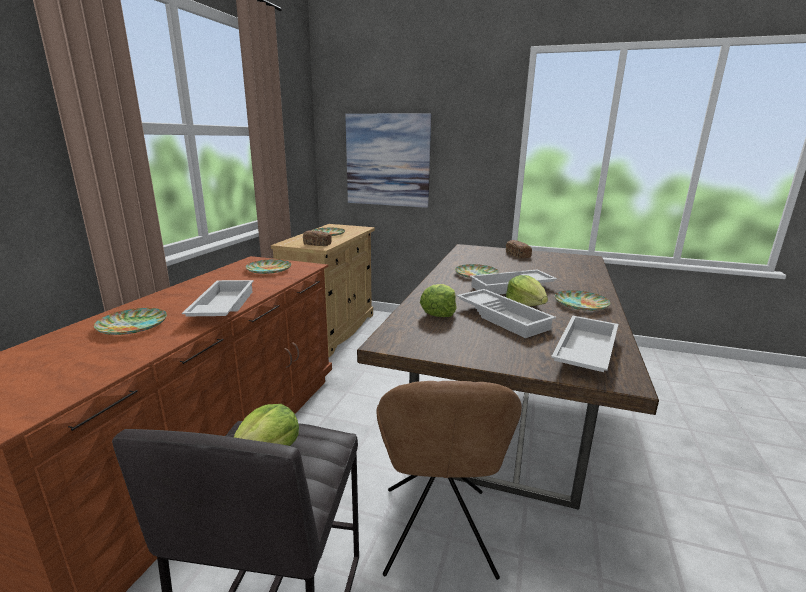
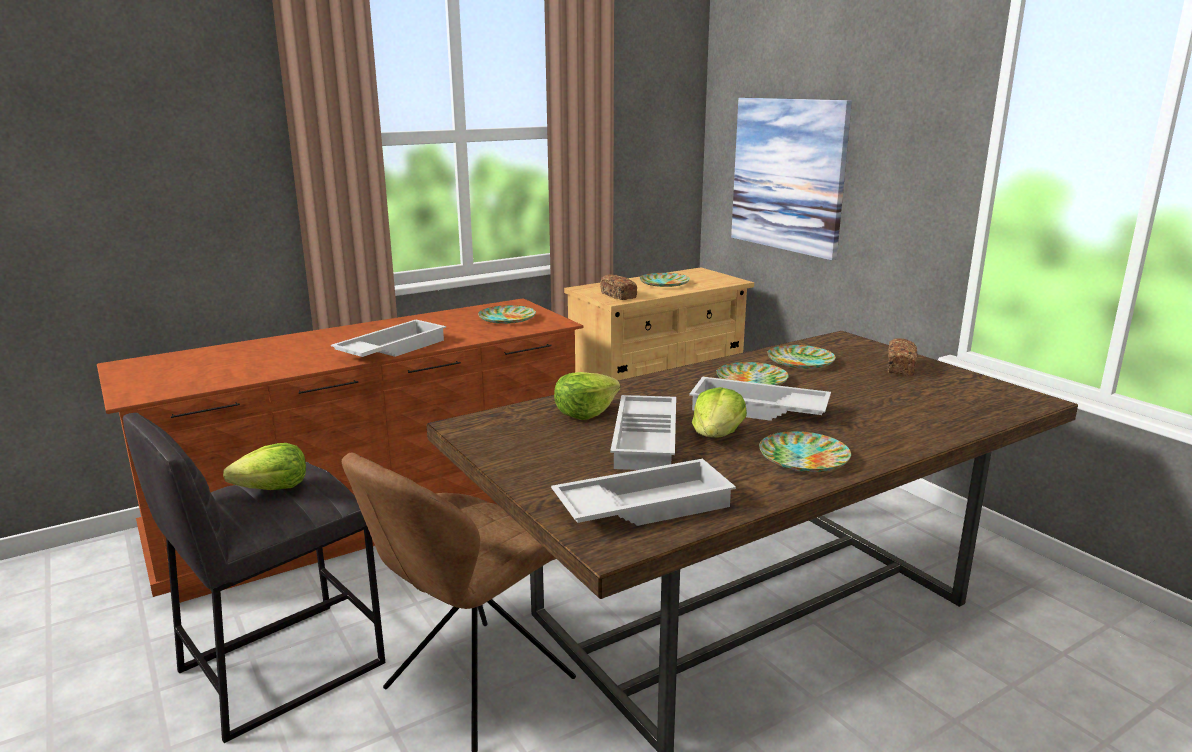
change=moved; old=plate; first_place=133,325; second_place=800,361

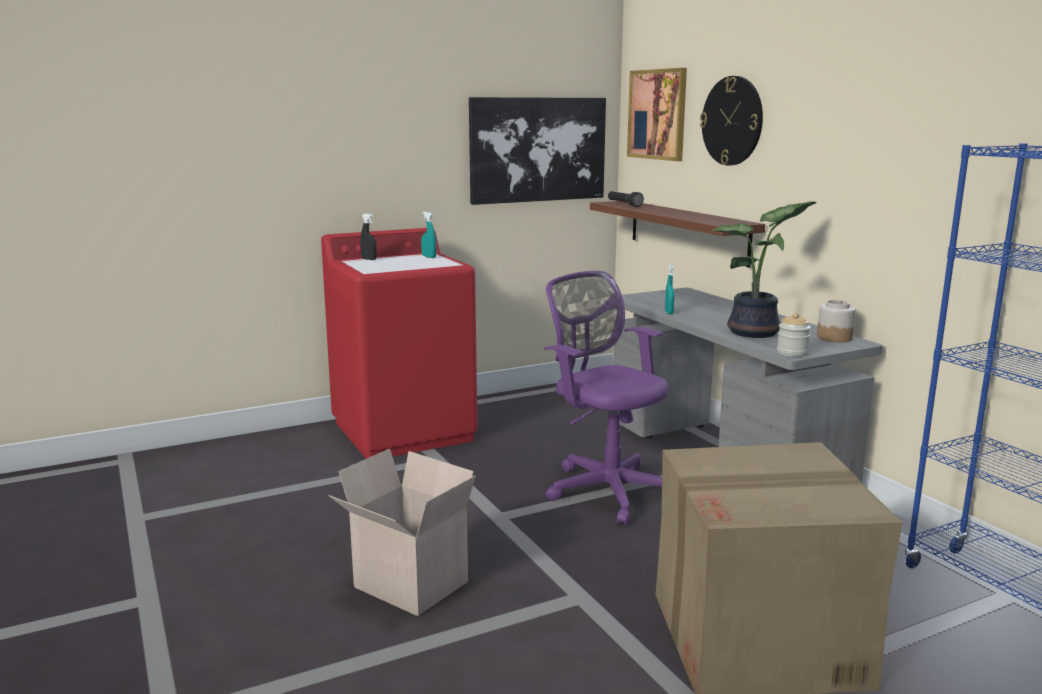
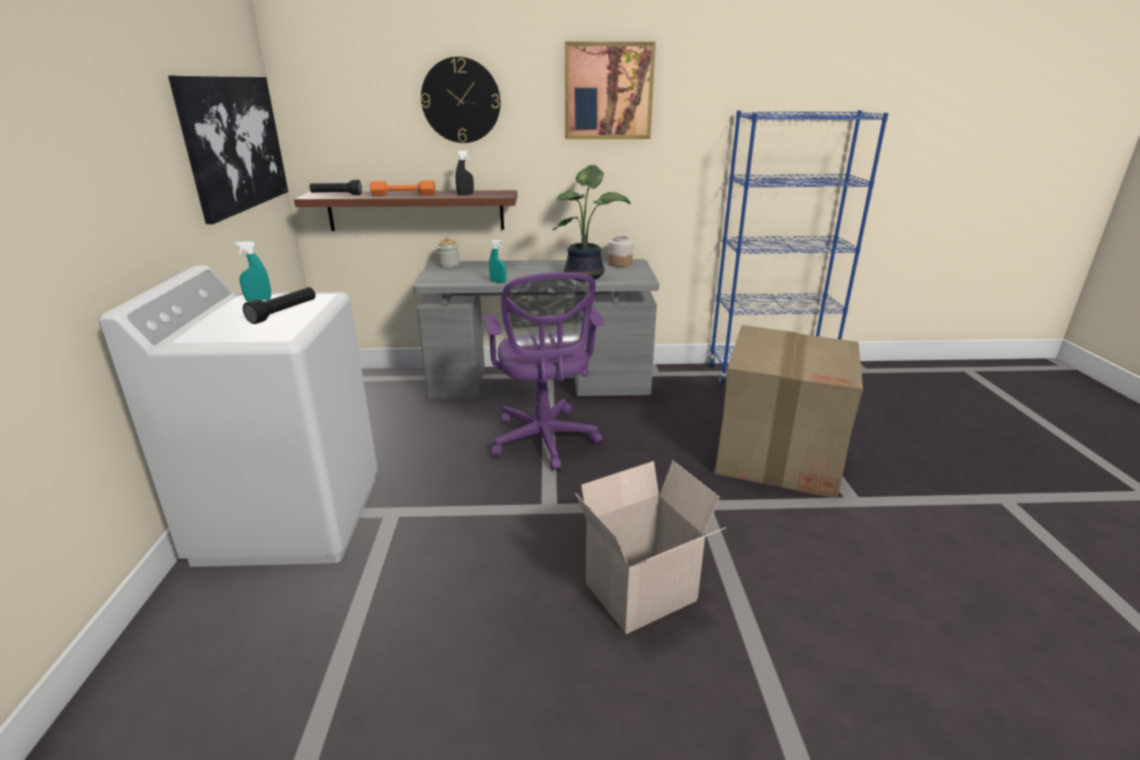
change=added; new=black flashlight; second_place=284,313
change=added; new=orange dumbbell; second_place=404,195
change=moved; old=black spray bottle; first_place=369,259; second_place=465,194
change=moved; old=picture; first_place=657,114; second_place=608,91
change=moved; old=jar; first_place=792,353; second_place=449,265
change=recoloured; old=red washing machine; new=white washing machine; first_place=404,431; second_place=291,517
change=turned; old=purple office chair; first_place=606,489; second_place=544,442; degrees=-90

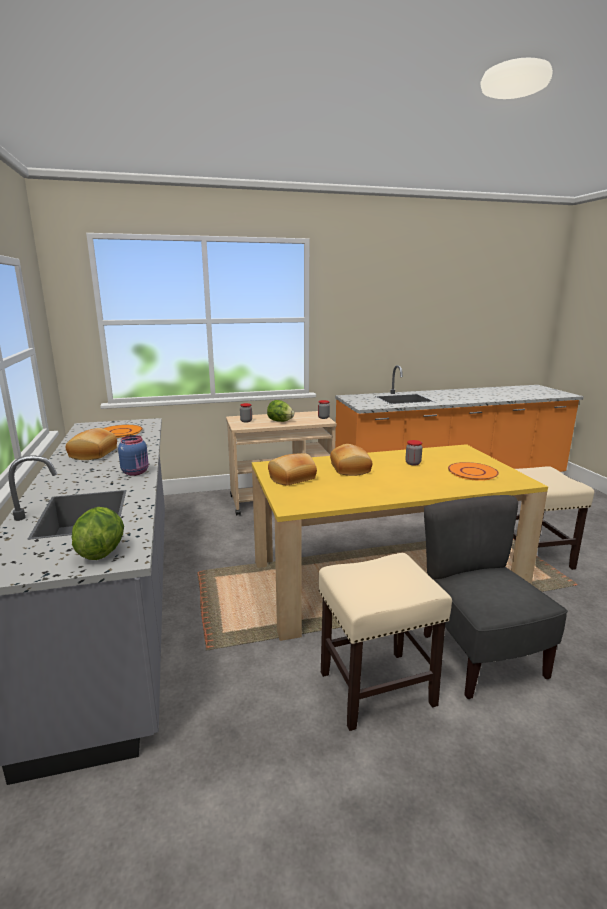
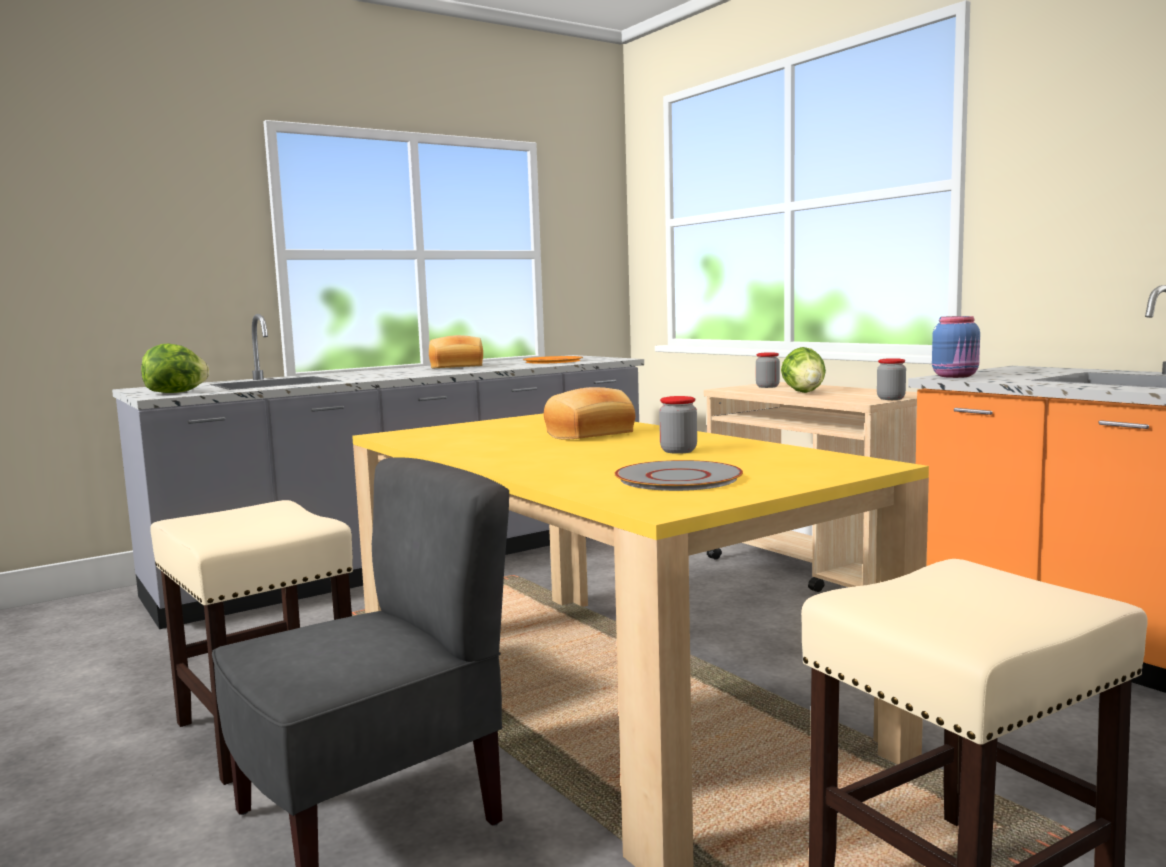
change=removed; old=bread; first_place=292,478
change=moved; old=blue jar; first_place=136,472; second_place=956,376
change=recoloured; old=orange plate; new=grey plate; first_place=472,472; second_place=679,478

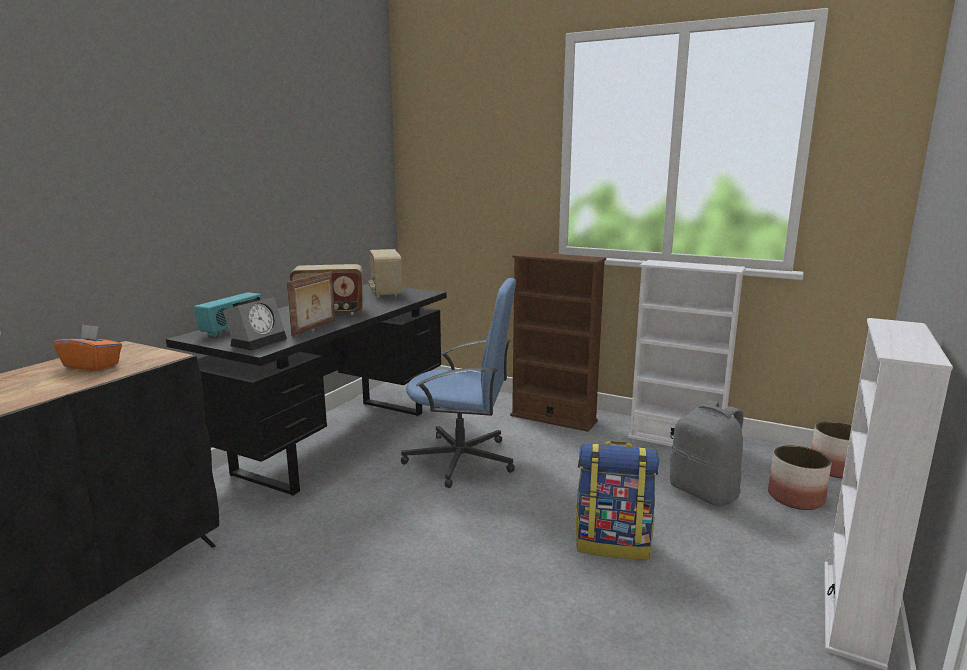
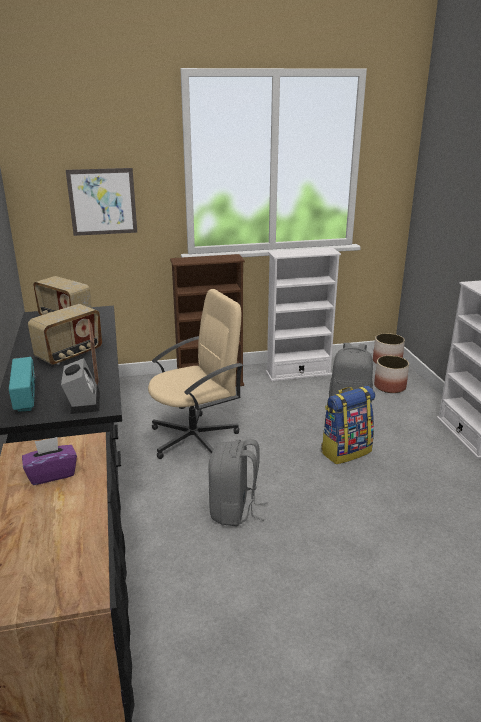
change=added; new=picture; second_place=102,202
change=added; new=grey backpack; second_place=234,511
change=recoloured; old=orange tissue box; new=purple tissue box; first_place=92,366; second_place=51,474
change=recoloured; old=blue office chair; new=beige office chair; first_place=462,460; second_place=195,438

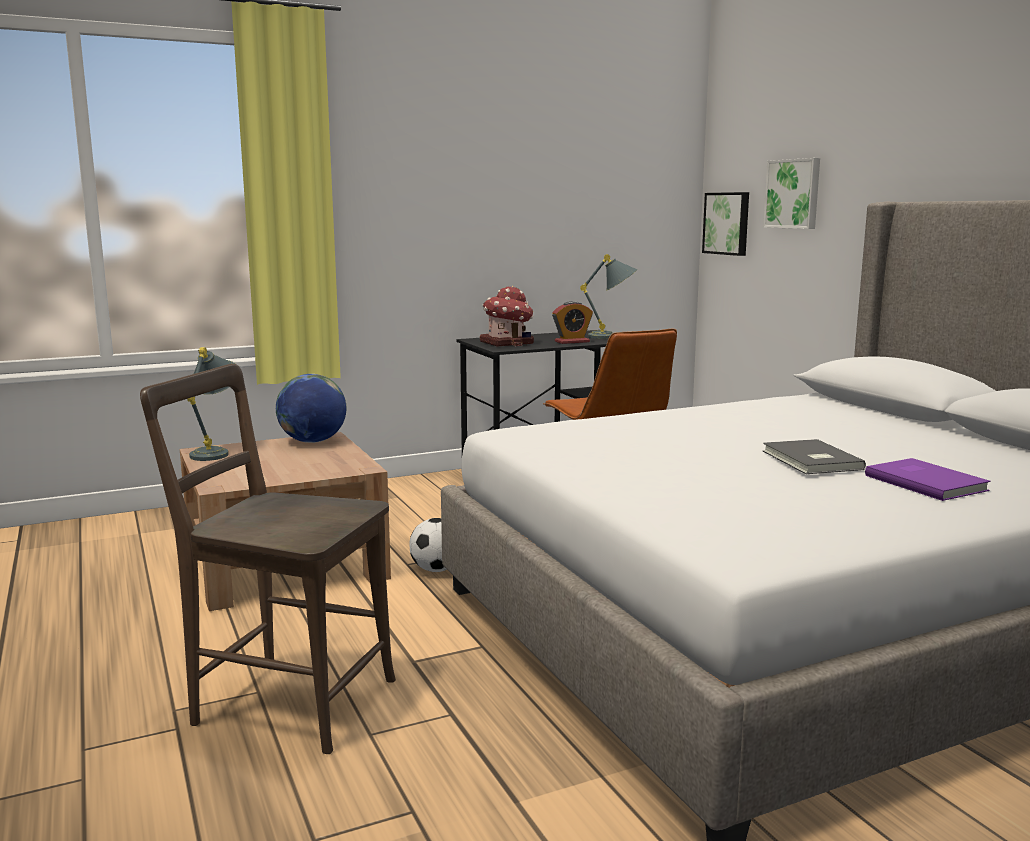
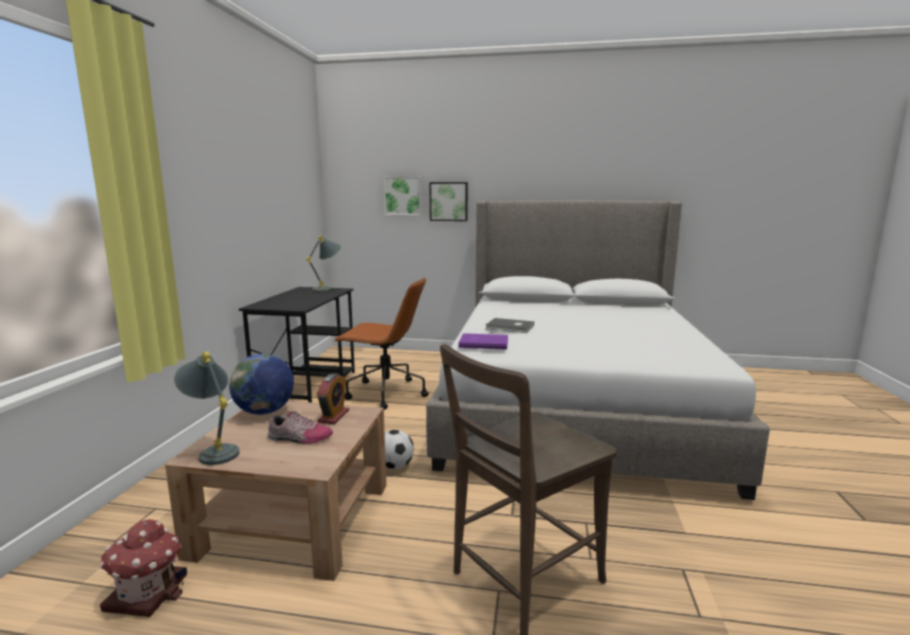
change=added; new=shoe; second_place=299,438
change=moved; old=toy house; first_place=507,343; second_place=148,592
change=moved; old=alarm clock; first_place=572,342; second_place=333,416
change=moved; old=picture; first_place=727,223; second_place=449,201
change=moved; old=grey book; first_place=810,460; second_place=510,327
change=moved; old=purple book; first_place=926,482; second_place=483,343

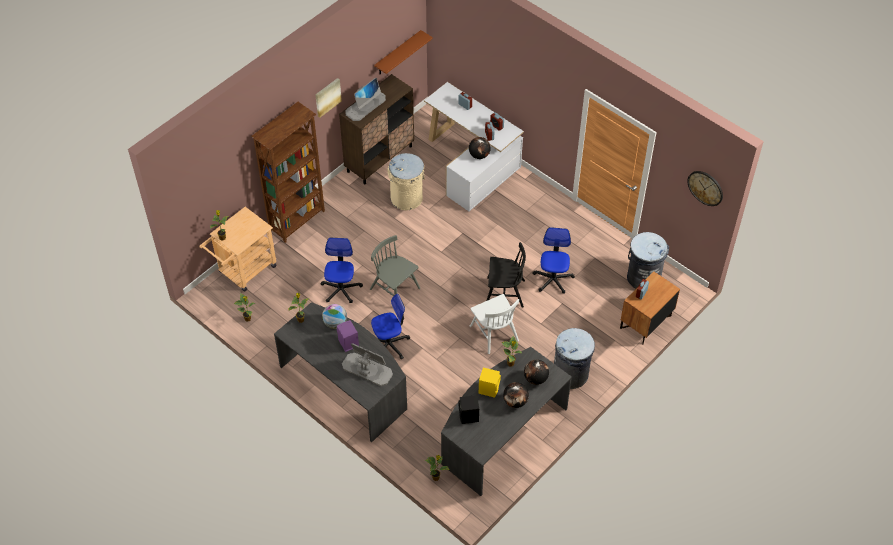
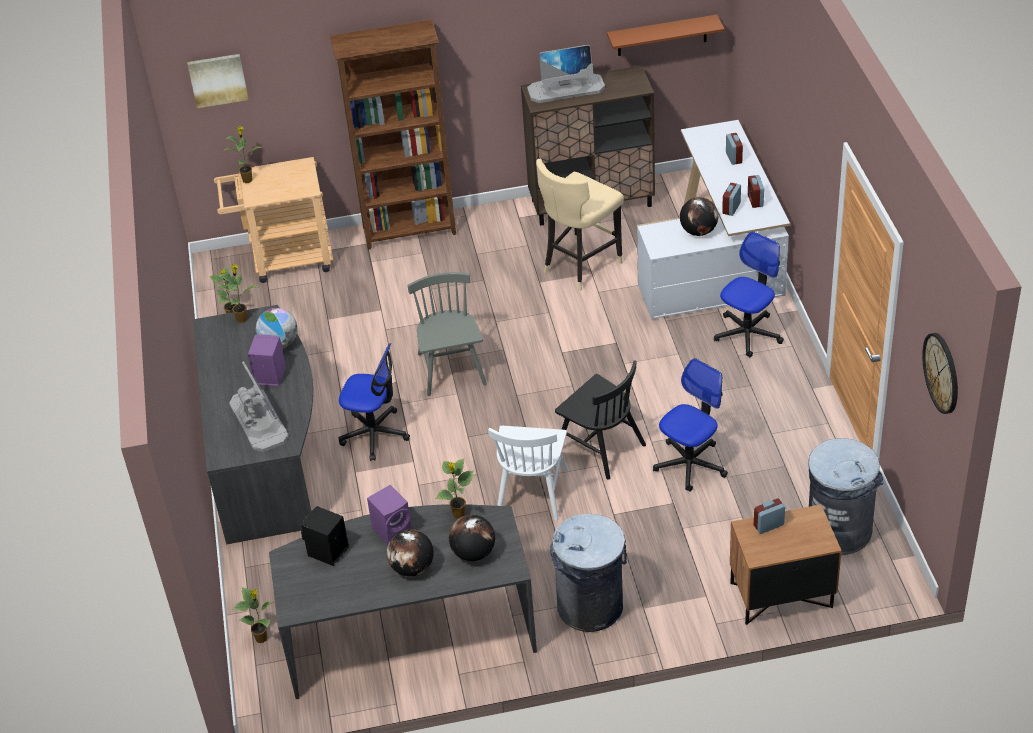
change=moved; old=picture; first_place=327,97; second_place=218,79
change=moved; old=office chair; first_place=341,289; second_place=748,334
change=replaced; old=beige trash can; new=beige stool; first_place=406,198; second_place=580,266
change=recoloured; old=yellow speaker; new=purple speaker; first_place=489,388; second_place=393,530

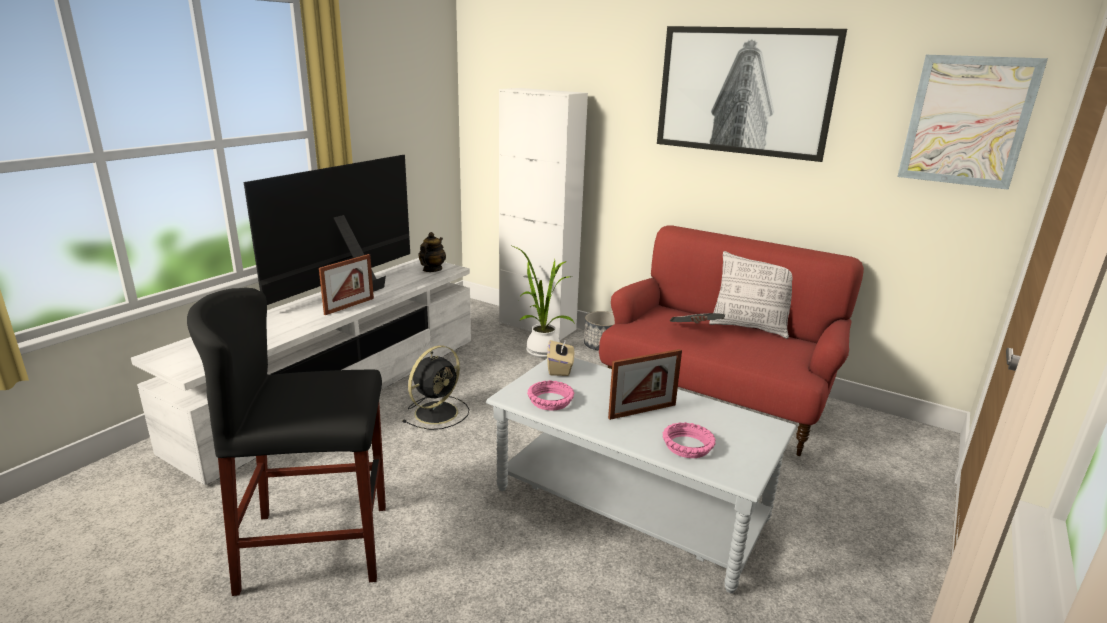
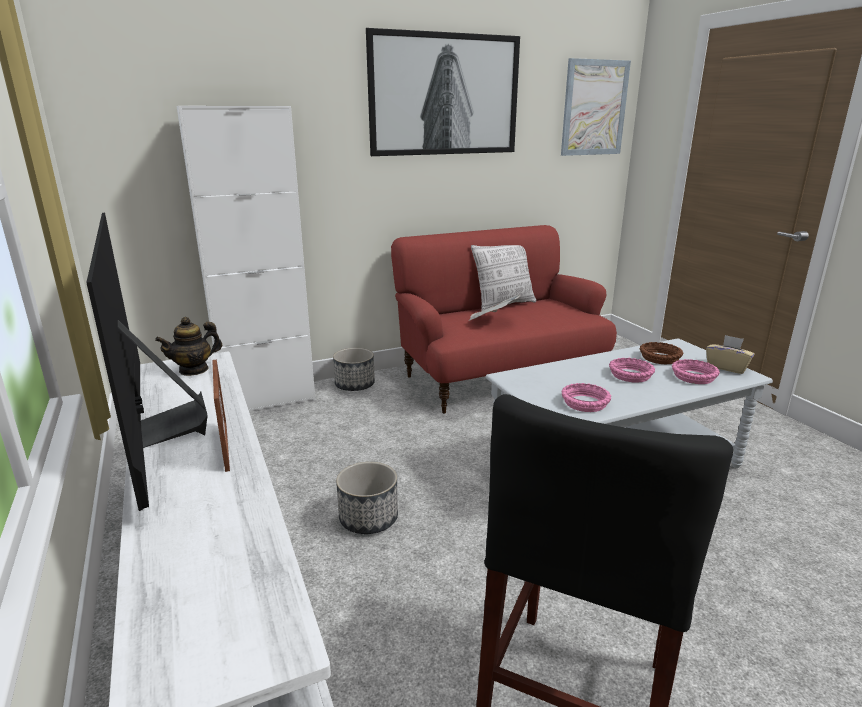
change=removed; old=potted plant; first_place=540,350
change=added; new=brown bowl; second_place=659,357
change=moved; old=beige tissue box; first_place=560,368; second_place=727,367
change=replaced; old=black fan; new=planter; first_place=438,412; second_place=368,518
change=replaced; old=picture frame; new=pink bowl; first_place=642,411; second_place=630,374
change=turned; old=teapot; first_place=432,269; second_place=194,370; degrees=-90

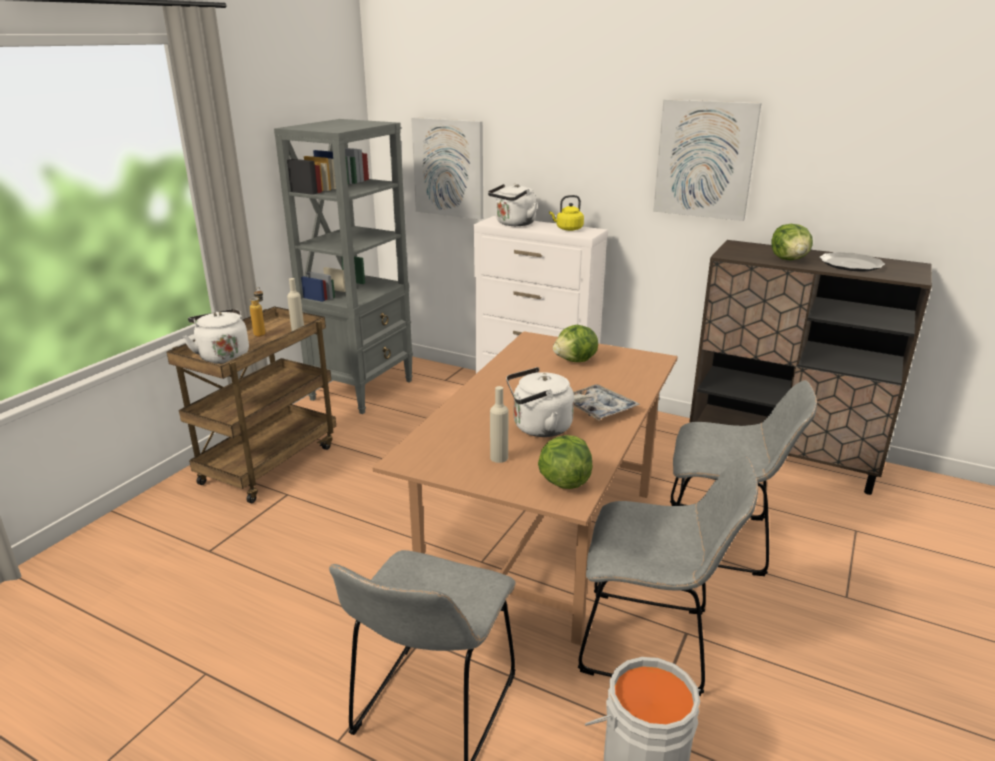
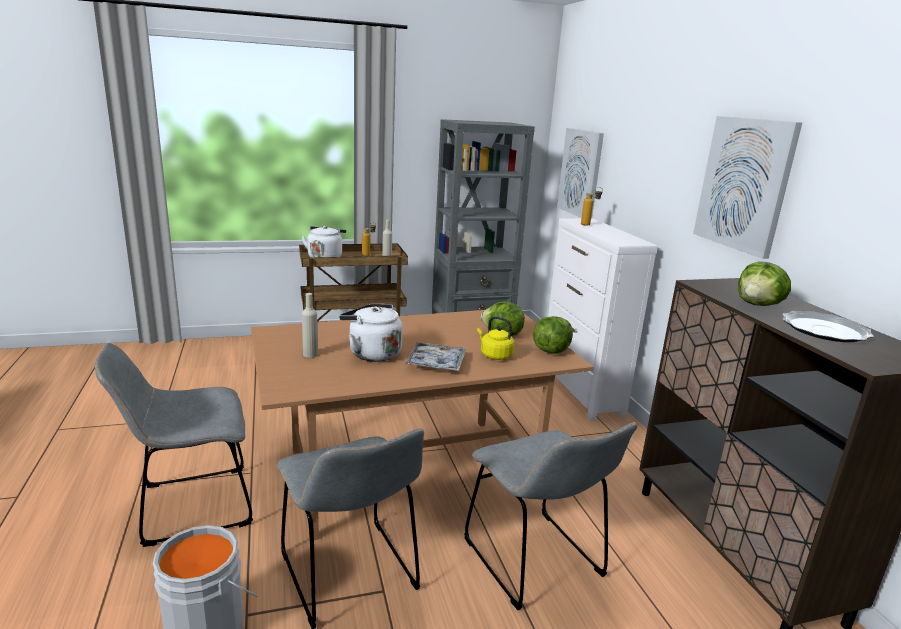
change=moved; old=lettuce; first_place=564,482; second_place=551,350
change=moved; old=yellow kettle; first_place=568,229; second_place=494,355
change=replaced; old=white kettle; new=bottle; first_place=514,224; second_place=589,225

